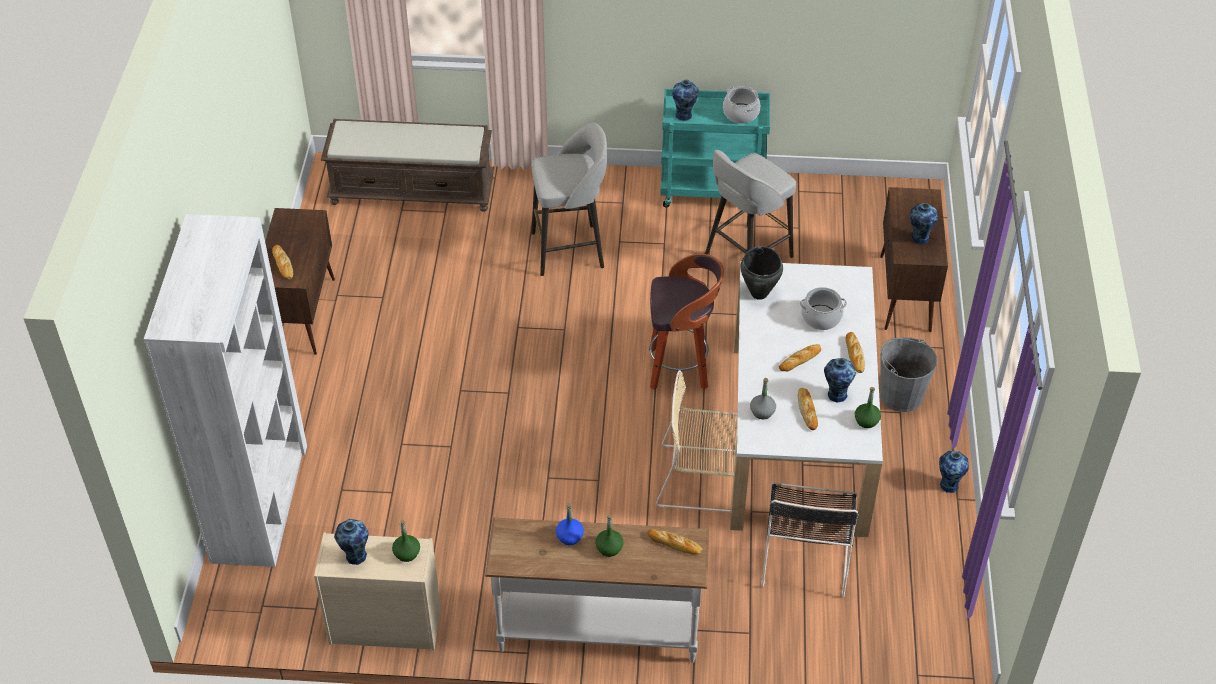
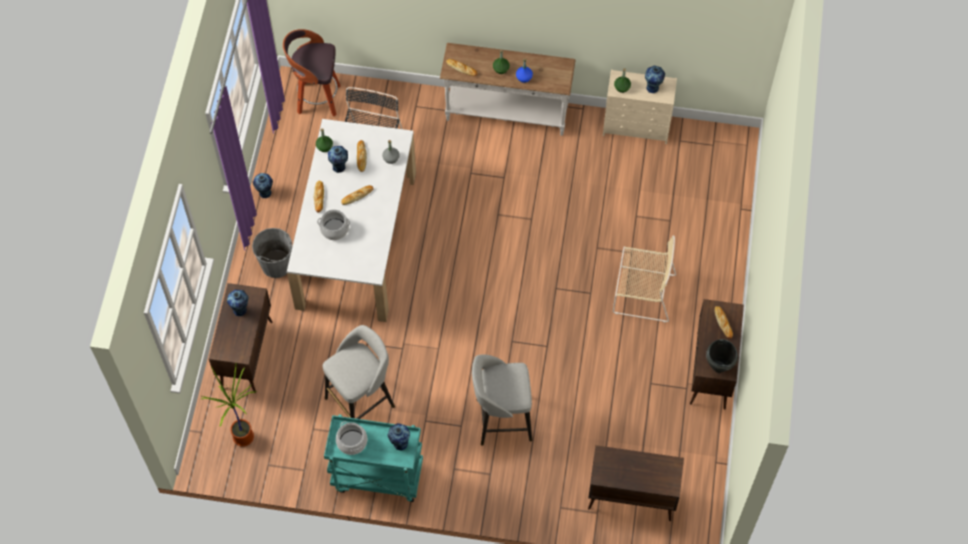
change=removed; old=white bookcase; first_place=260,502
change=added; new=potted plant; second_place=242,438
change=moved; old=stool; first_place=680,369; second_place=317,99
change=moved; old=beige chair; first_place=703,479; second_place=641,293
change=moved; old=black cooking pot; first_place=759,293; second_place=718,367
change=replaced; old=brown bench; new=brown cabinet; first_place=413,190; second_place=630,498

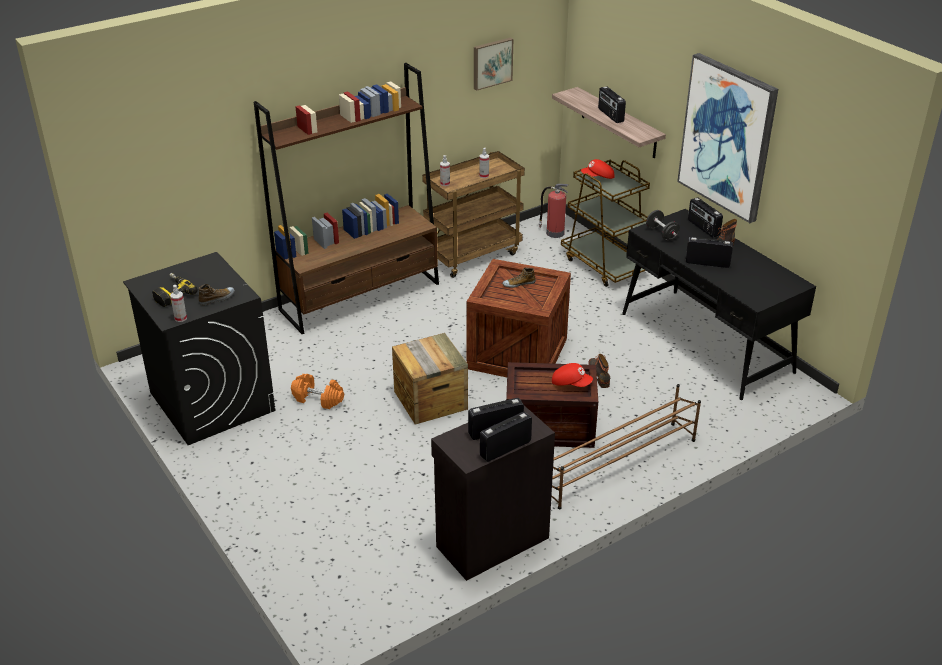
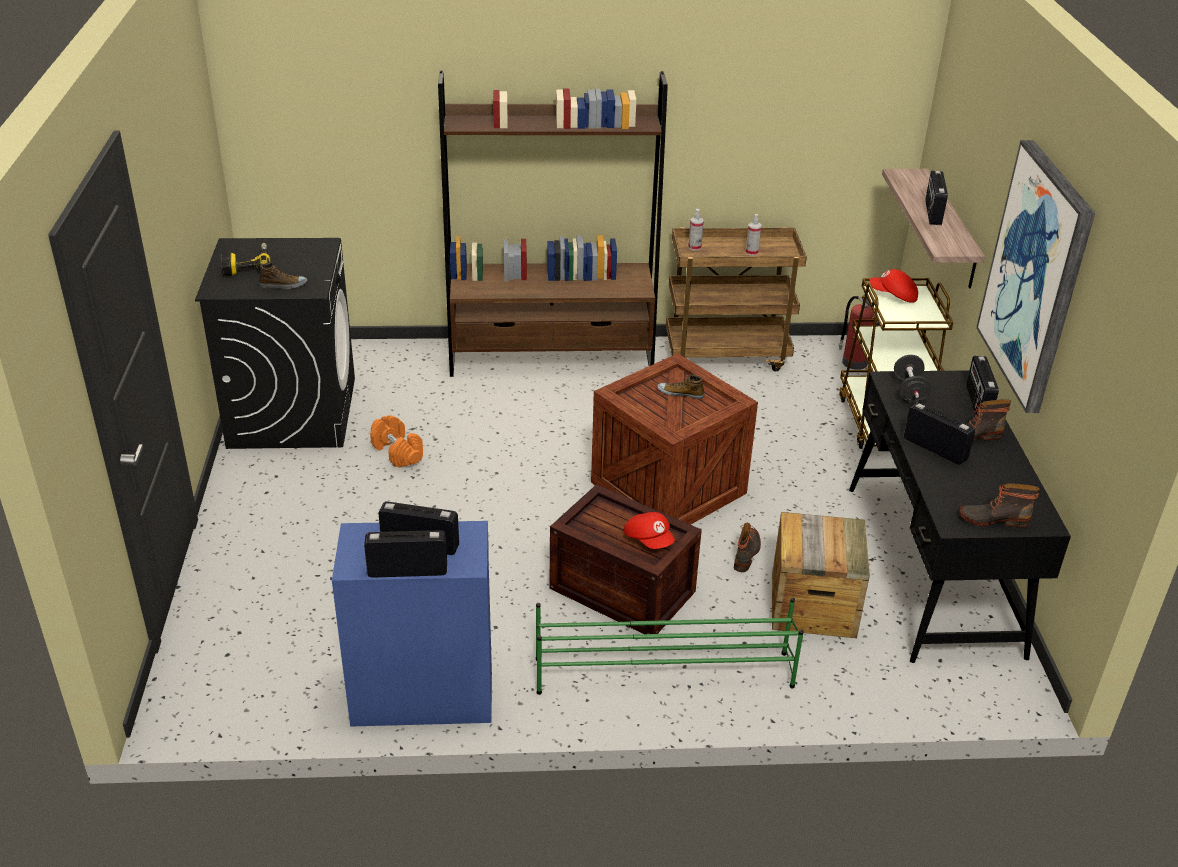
change=removed; old=spray bottle; first_place=180,318
change=removed; old=picture; first_place=491,63
change=added; new=boot; second_place=993,519
change=moved; old=crate; first_place=430,400; second_place=813,605
change=recoloured; old=black cabinet; new=blue cabinet; first_place=491,541; second_place=421,694
change=recoloured; old=brown shoe rack; new=green shoe rack; first_place=617,464; second_place=662,672

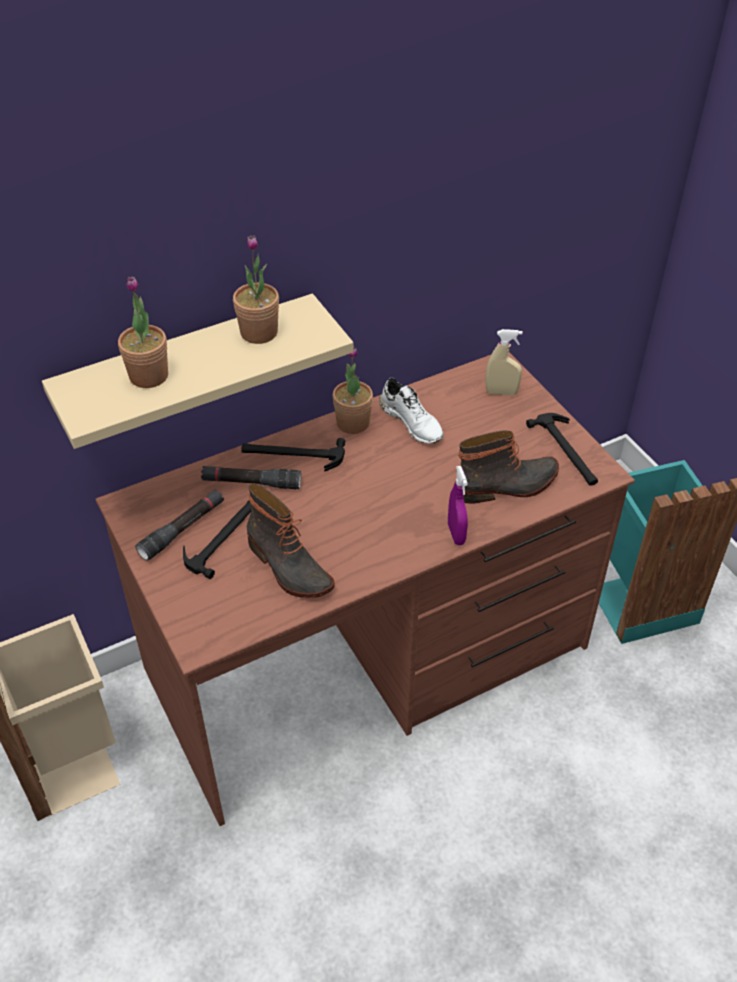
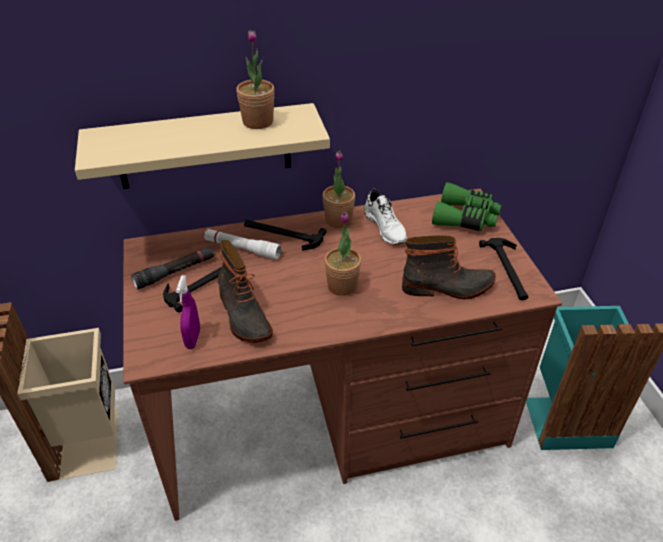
change=moved; old=potted plant; first_place=148,376; second_place=342,285
change=moved; old=purple spray bottle; first_place=456,534; second_place=193,339
change=replaced; old=beige spray bottle; new=green binoculars; first_place=501,392; second_place=466,218
change=recoloured; old=black flashlight; new=white flashlight; first_place=251,483; second_place=242,249

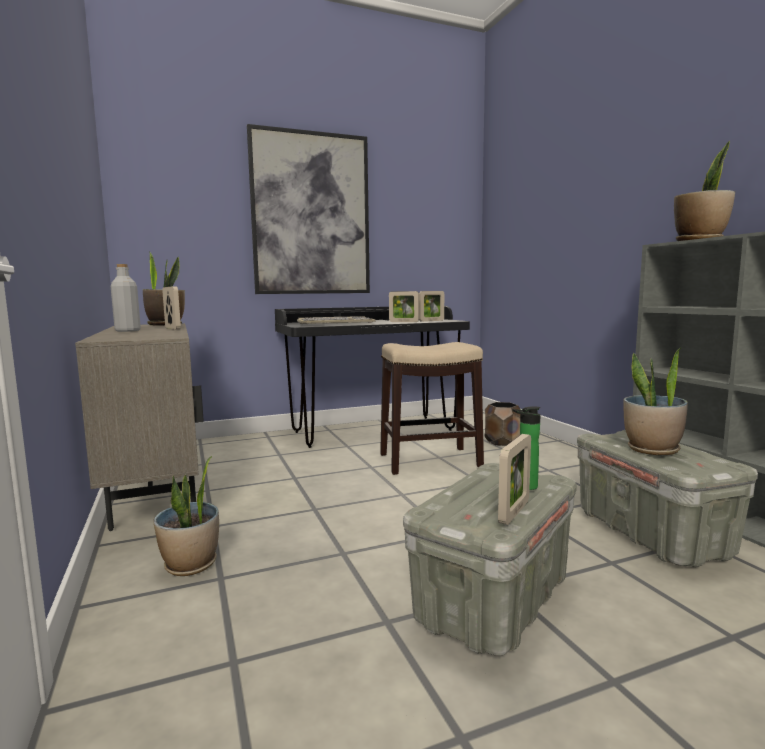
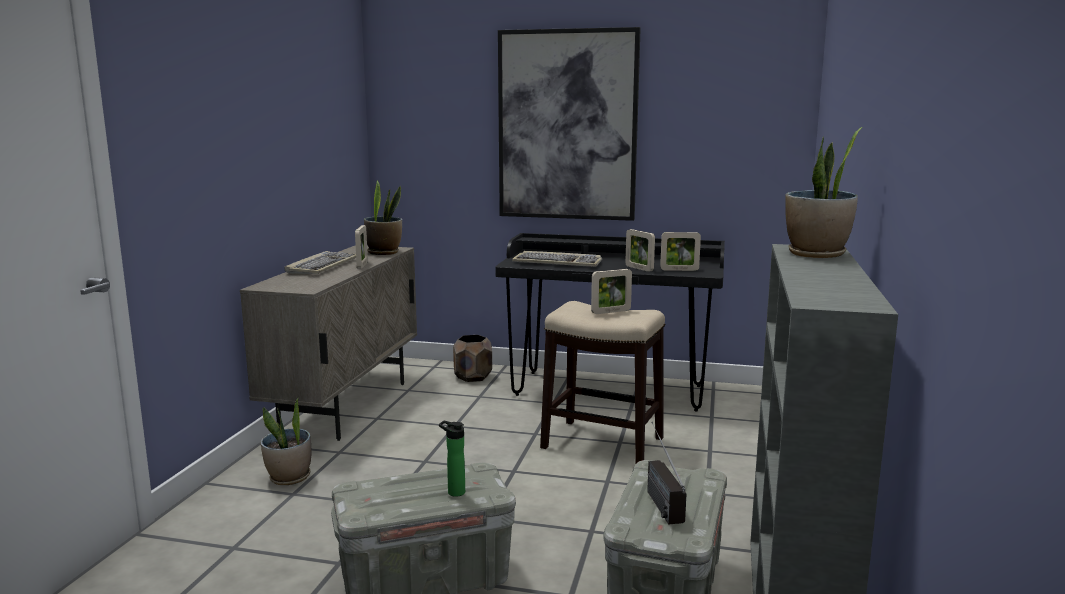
change=moved; old=brown planter; first_place=502,442; second_place=473,377
change=moved; old=picture frame; first_place=514,512; second_place=611,312
change=replaced; old=grey bottle; new=keyboard; first_place=127,331; second_place=323,266
change=replaced; old=potted plant; new=radio; first_place=652,450; second_place=657,498

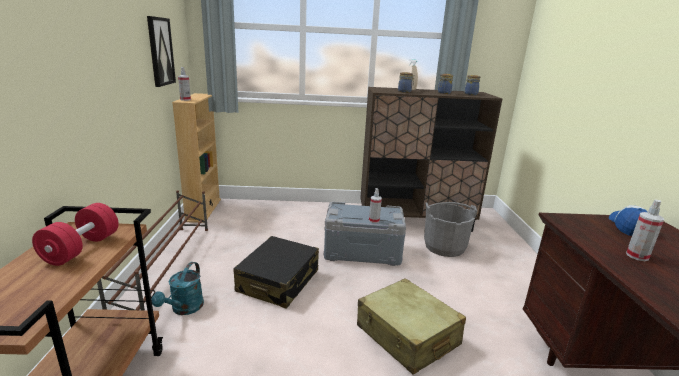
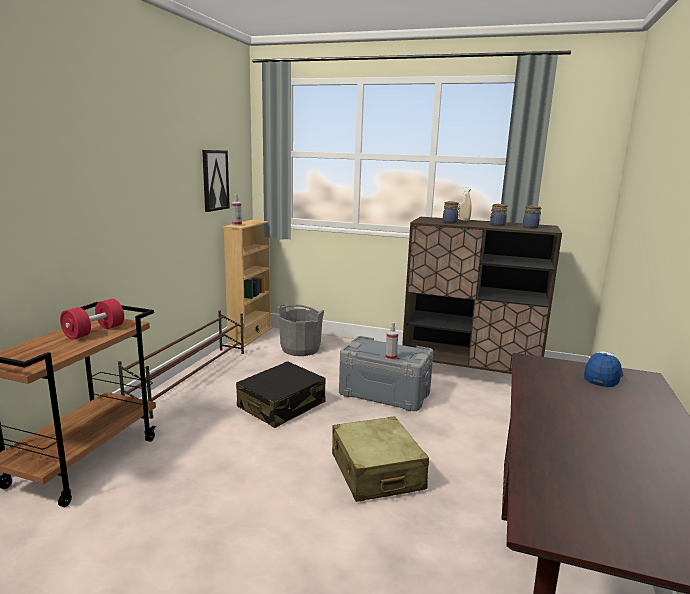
change=removed; old=turquoise watering can; first_place=184,309
change=removed; old=spray bottle; first_place=637,256
change=moved; old=grey bucket; first_place=444,247; second_place=300,349

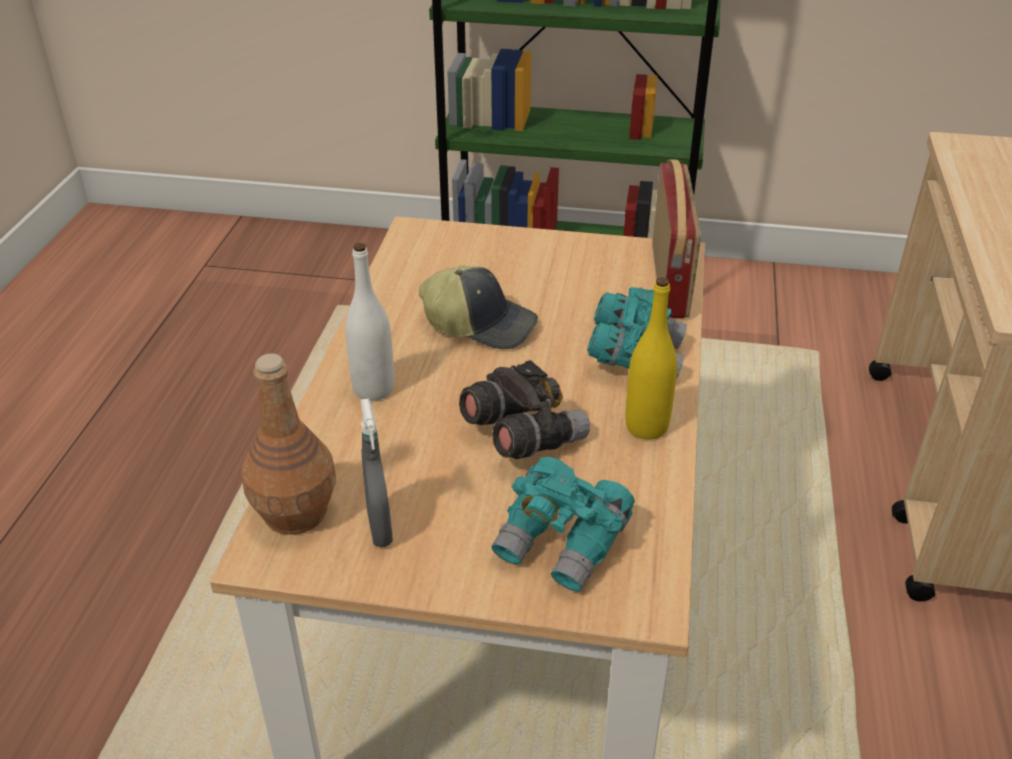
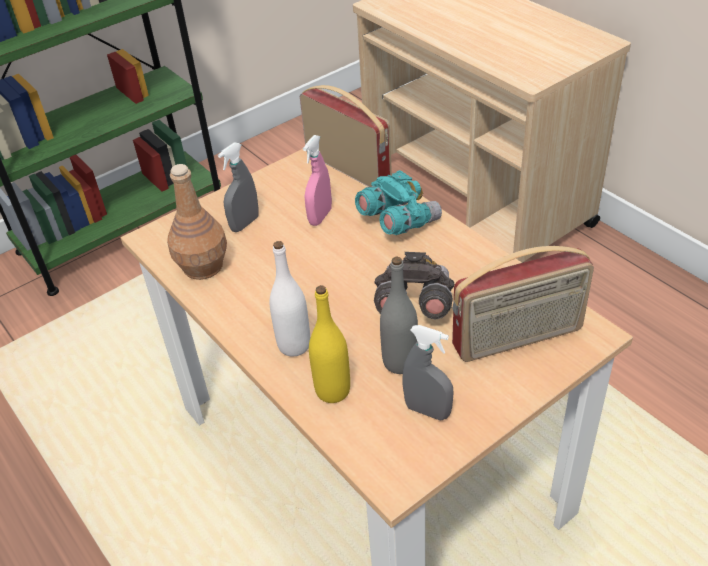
change=removed; old=cap; first_place=480,324
change=added; new=grey spray bottle; second_place=244,224
change=added; new=pink spray bottle; second_place=320,217
change=added; new=grey bottle; second_place=400,362
change=moved; old=brown bottle; first_place=294,512; second_place=202,267
change=moved; old=yellow bottle; first_place=646,427; second_place=333,390
change=replaced; old=turquoise binoculars; new=radio; first_place=563,544; second_place=518,339

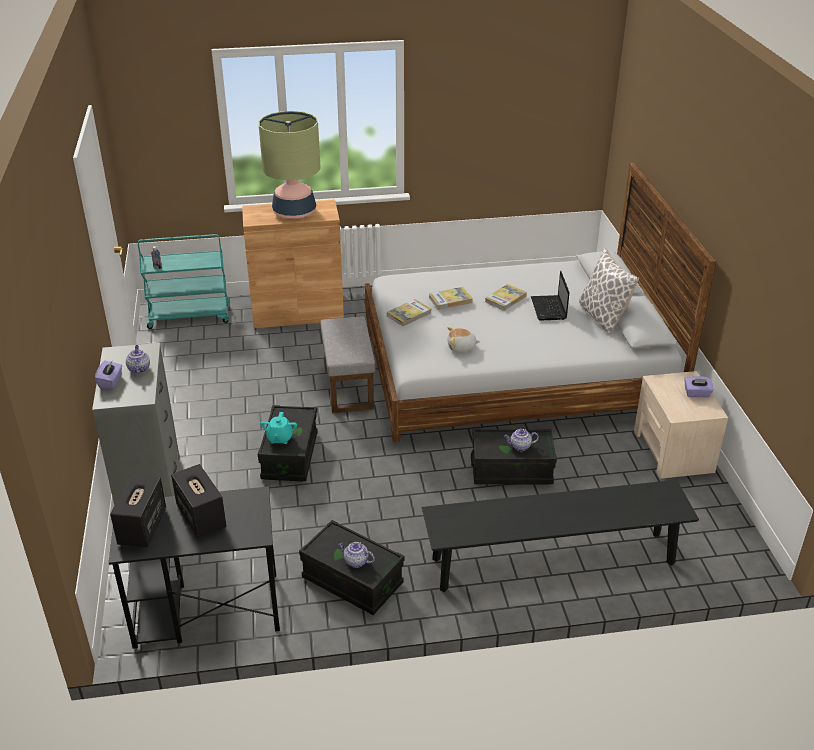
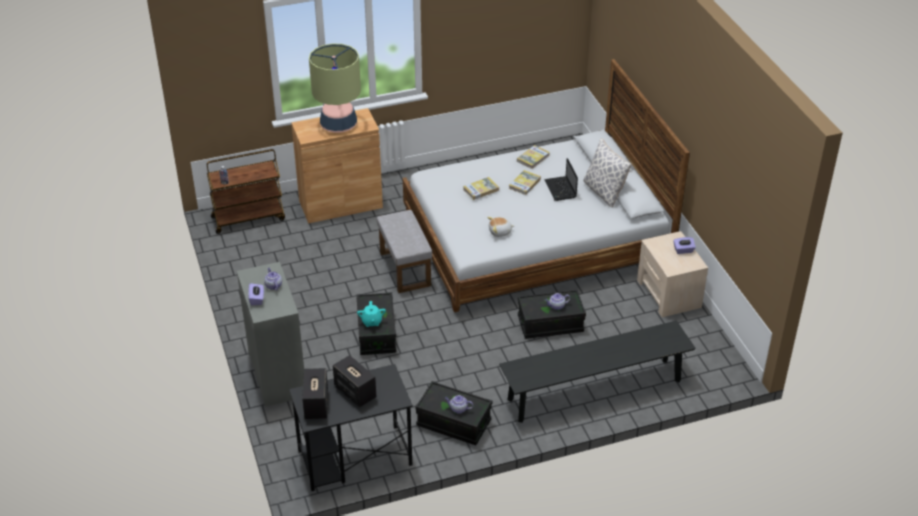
change=moved; old=book; first_place=409,314; second_place=533,158
change=recoloured; old=turquoise cart; new=brown cart; first_place=190,316; second_place=248,218

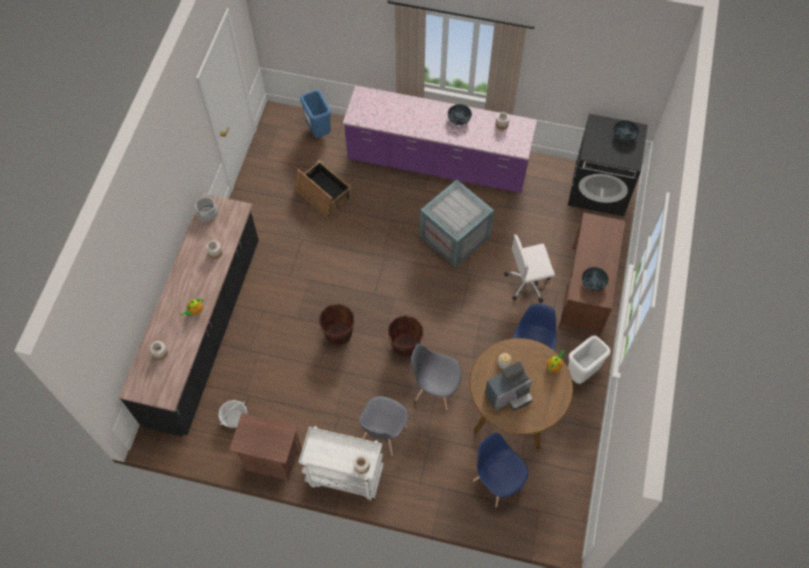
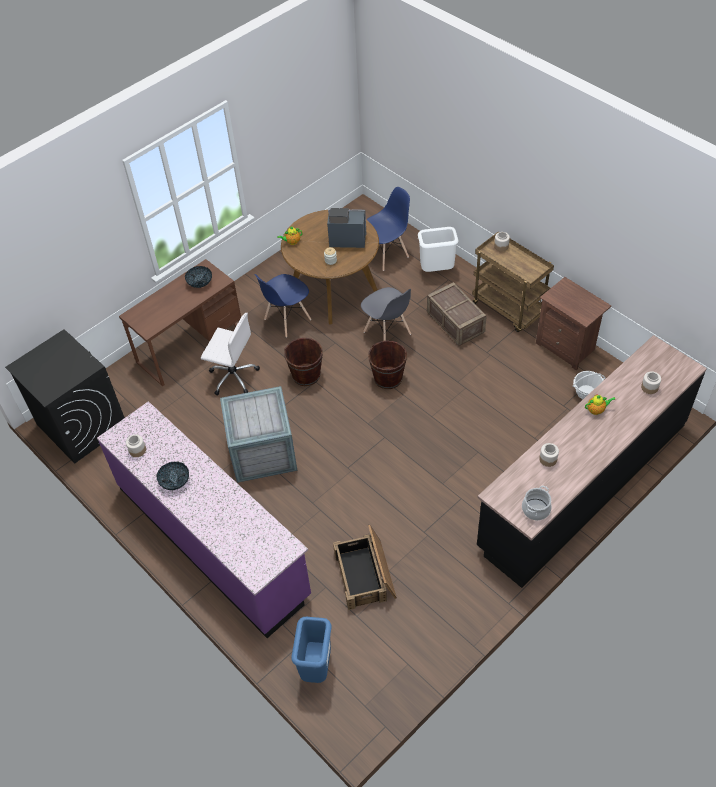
change=removed; old=bowl; first_place=624,135
change=moved; old=brown bucket; first_place=338,334; second_place=306,375
change=moved; old=white trash can; first_place=581,373; second_place=437,271
change=replaced; old=grey chair; new=crate; first_place=383,434; second_place=456,323
change=recoloured; old=white cart; new=brown cart; first_place=344,476; second_place=509,309
change=turned; old=blue chair; first_place=497,482; second_place=386,255; degrees=-120

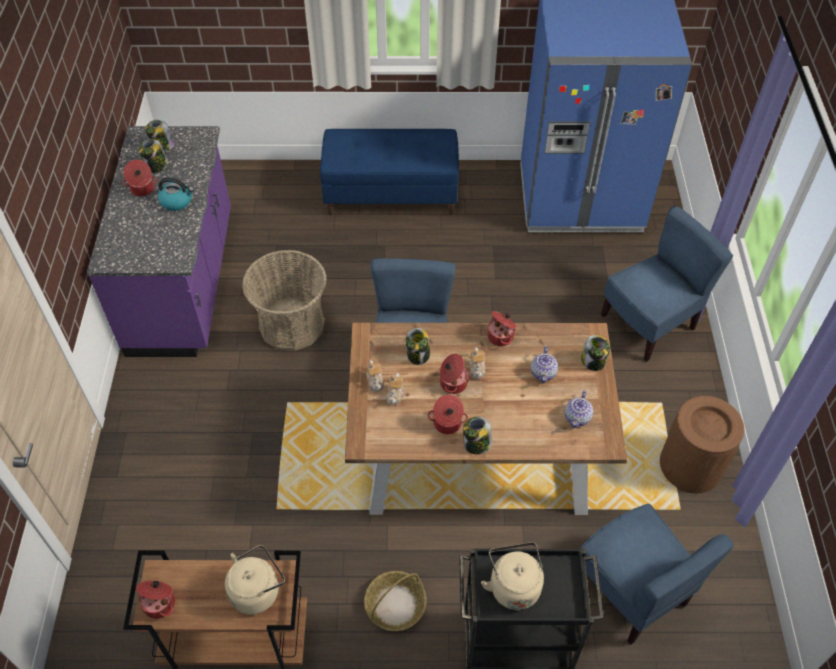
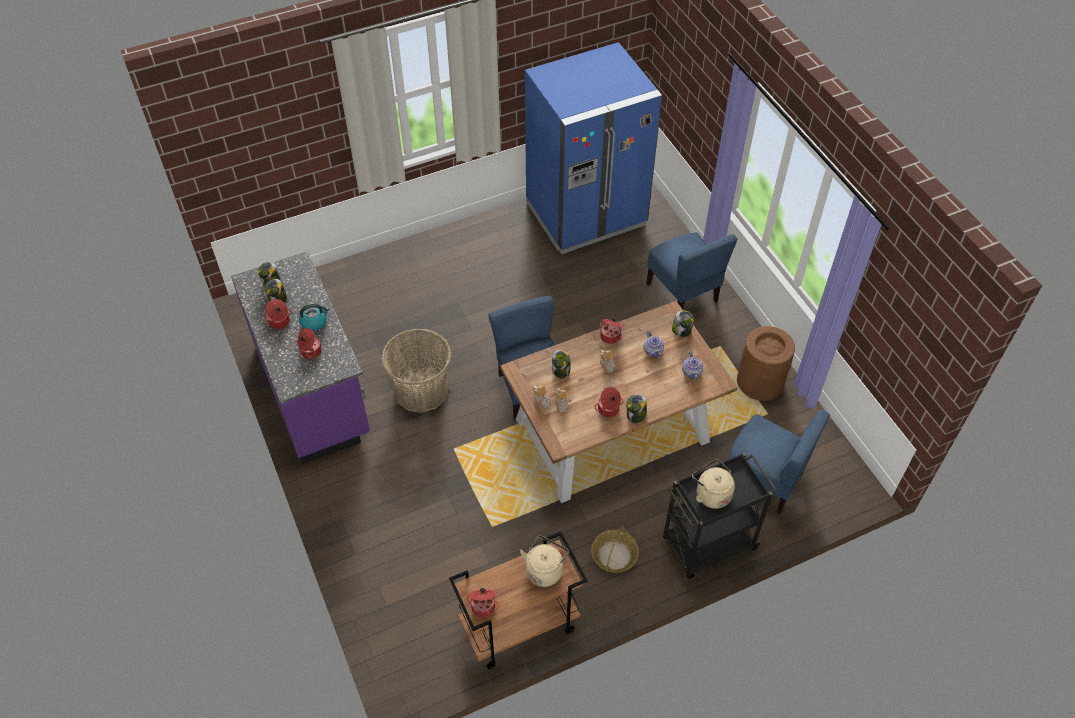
change=removed; old=blue bench; first_place=391,195
change=moved; old=cooking pot; first_place=452,383; second_place=310,351
change=turned; old=blue chair; first_place=649,323; second_place=683,292; degrees=120

